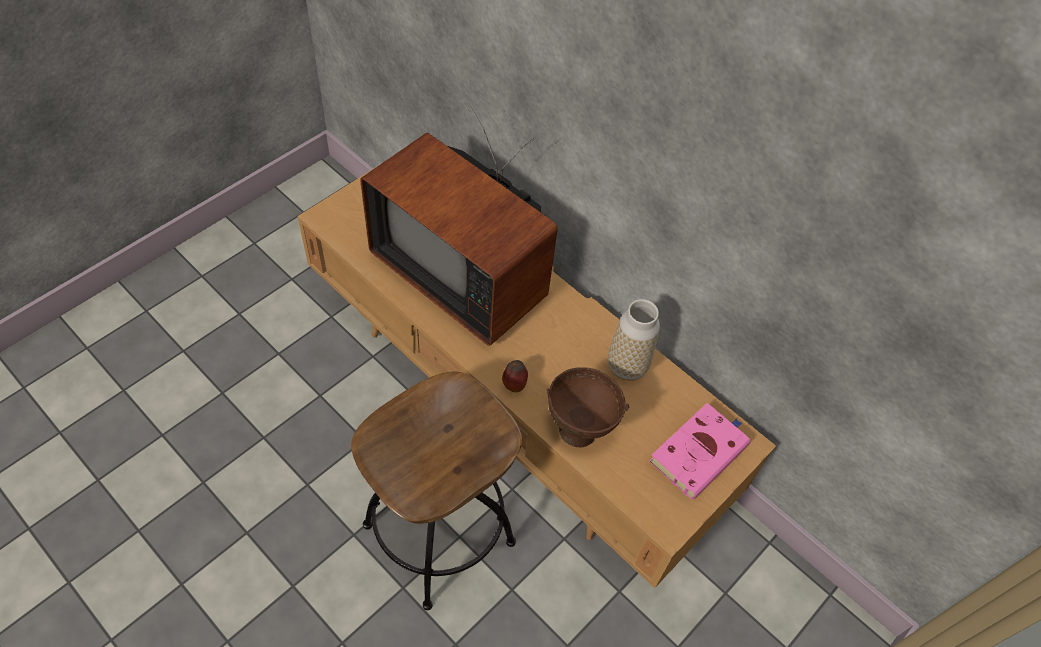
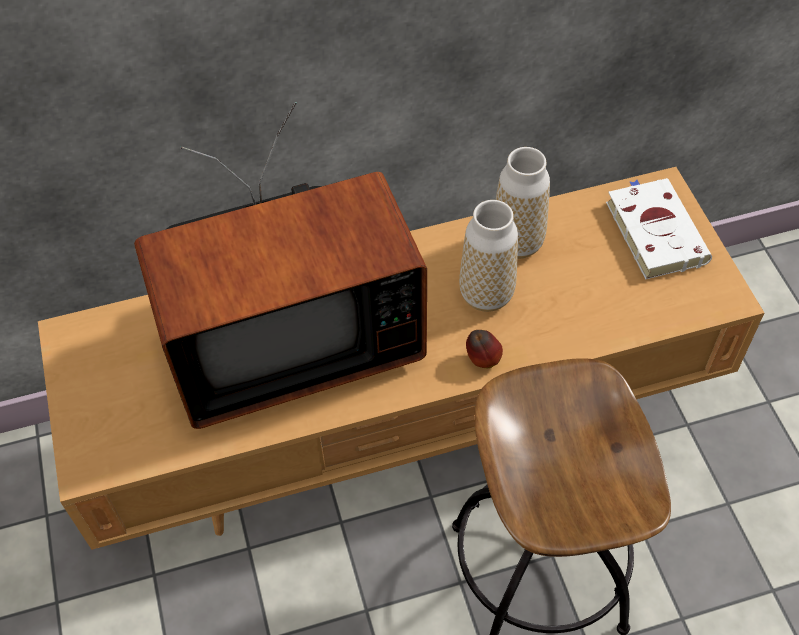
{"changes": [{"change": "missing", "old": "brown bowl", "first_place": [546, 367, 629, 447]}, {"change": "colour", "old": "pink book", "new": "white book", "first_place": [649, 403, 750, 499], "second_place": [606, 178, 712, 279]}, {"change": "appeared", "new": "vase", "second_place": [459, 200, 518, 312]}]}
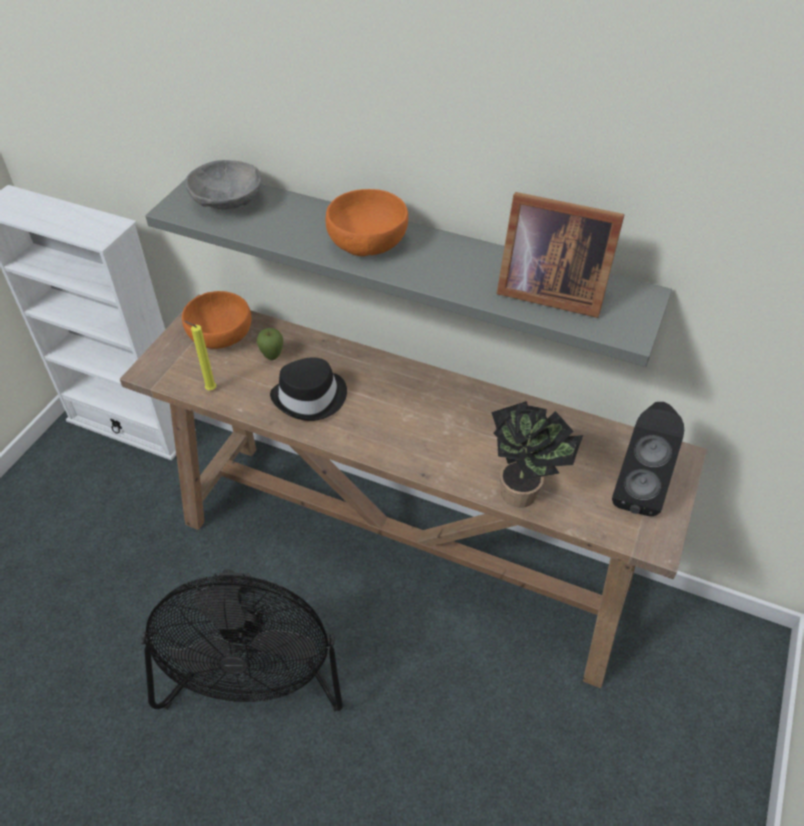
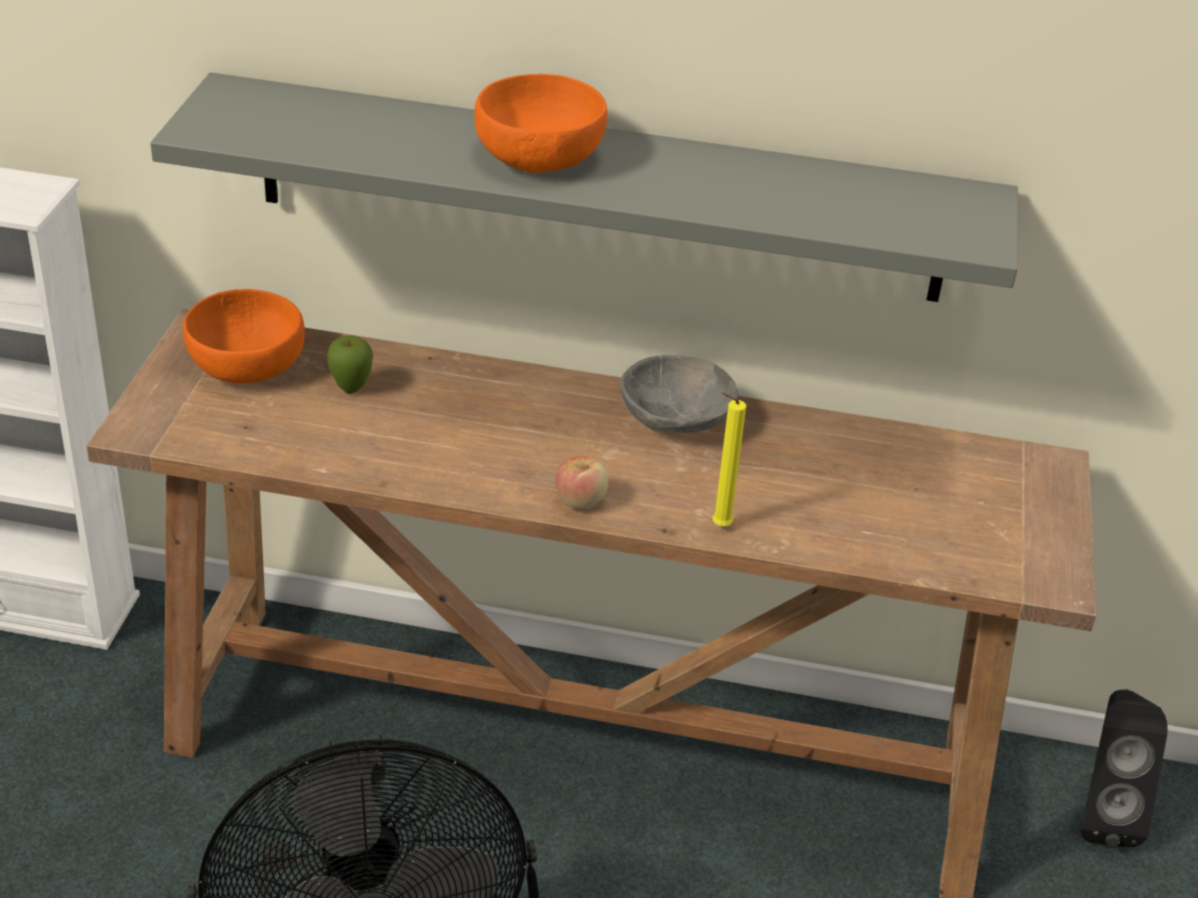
{"changes": [{"change": "relocated", "old": "grey bowl", "first_place": [185, 160, 261, 210], "second_place": [620, 355, 738, 433]}, {"change": "missing", "old": "picture frame", "first_place": [497, 192, 625, 318]}, {"change": "relocated", "old": "yellow candle", "first_place": [184, 321, 216, 391], "second_place": [712, 392, 746, 526]}, {"change": "missing", "old": "black hat", "first_place": [270, 357, 347, 421]}, {"change": "missing", "old": "potted plant", "first_place": [491, 401, 583, 508]}, {"change": "relocated", "old": "black speaker", "first_place": [612, 402, 684, 516], "second_place": [1081, 689, 1168, 847]}, {"change": "appeared", "new": "apple", "second_place": [556, 456, 608, 509]}]}
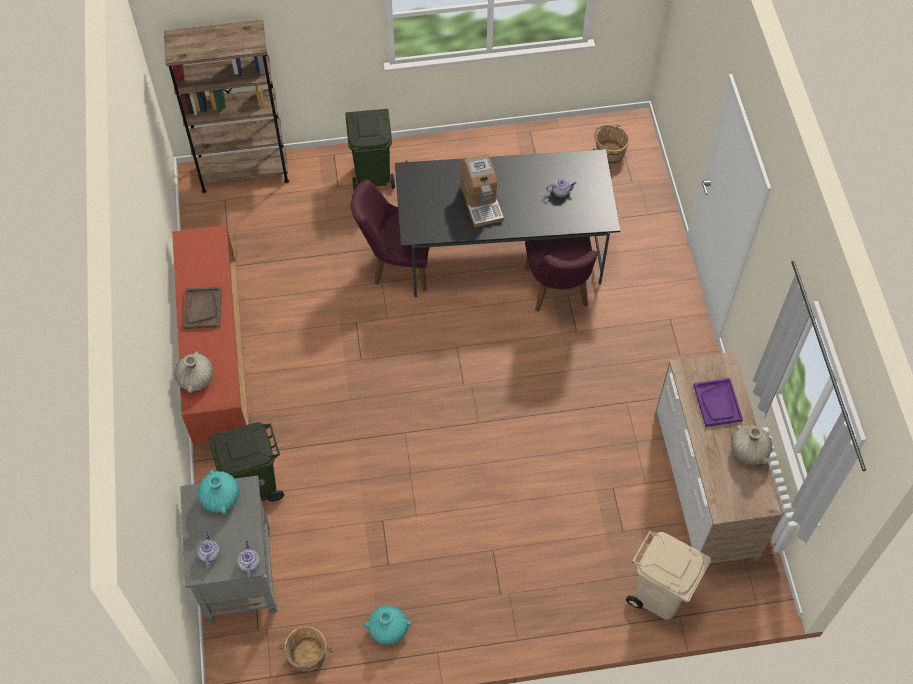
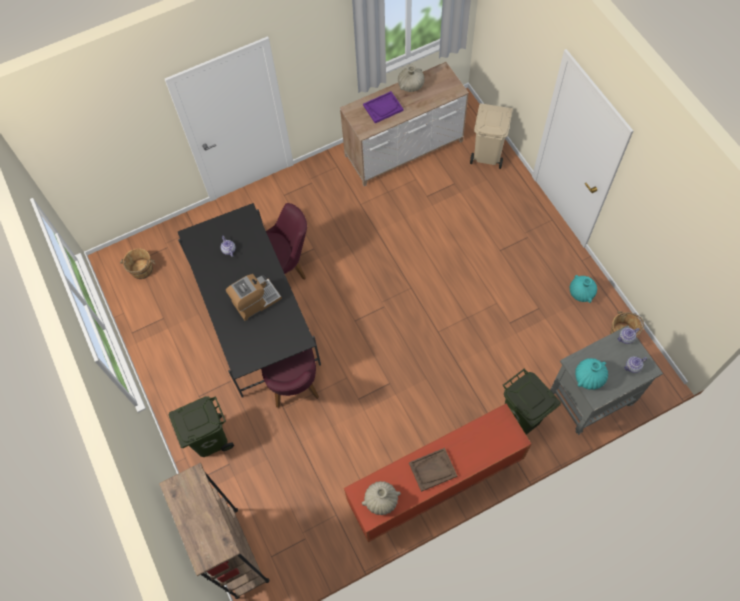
{"changes": [{"change": "relocated", "old": "beige vase", "first_place": [174, 351, 214, 393], "second_place": [362, 481, 401, 515]}]}
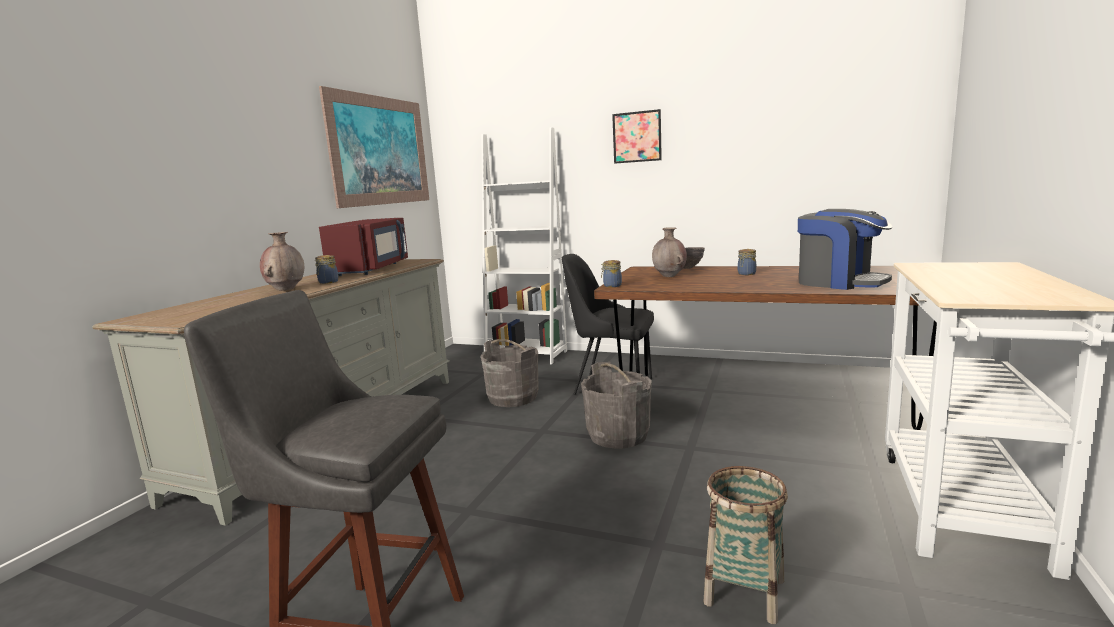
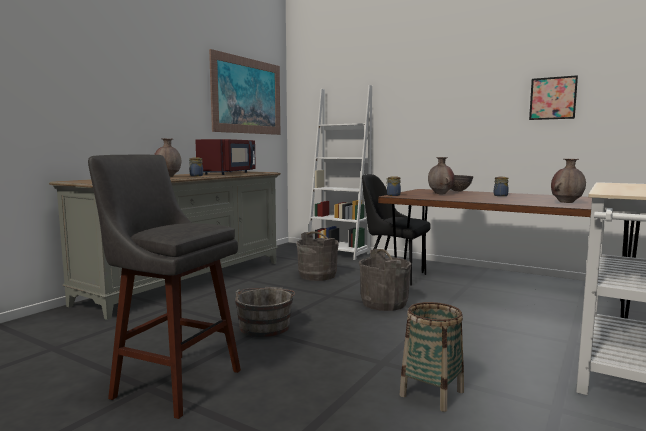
{"changes": [{"change": "relocated", "old": "picture", "first_place": [612, 109, 662, 164], "second_place": [529, 75, 578, 120]}, {"change": "exchanged", "old": "coffee machine", "new": "brown vase", "first_place": [798, 209, 892, 290], "second_place": [551, 159, 586, 203]}, {"change": "appeared", "new": "grey bucket", "second_place": [235, 287, 295, 337]}]}
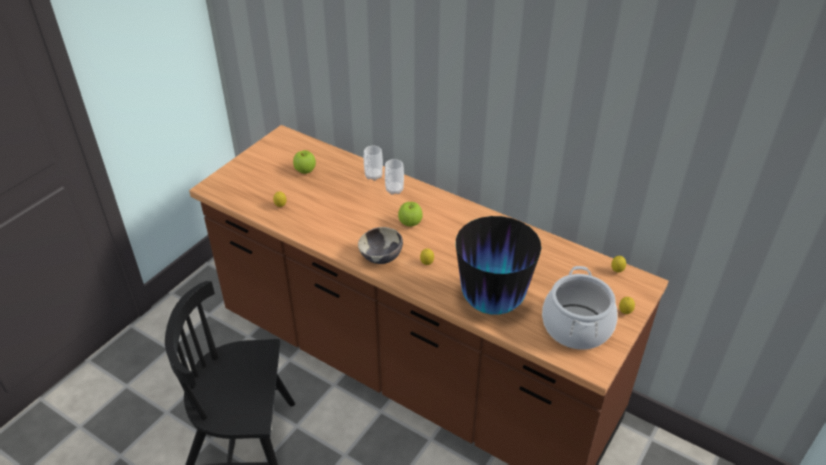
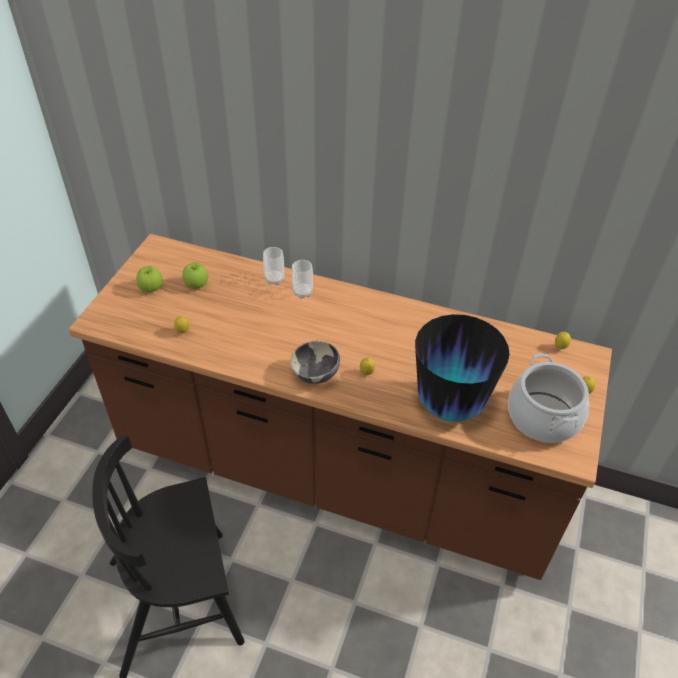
{"changes": [{"change": "relocated", "old": "apple", "first_place": [398, 202, 423, 227], "second_place": [136, 266, 163, 292]}]}
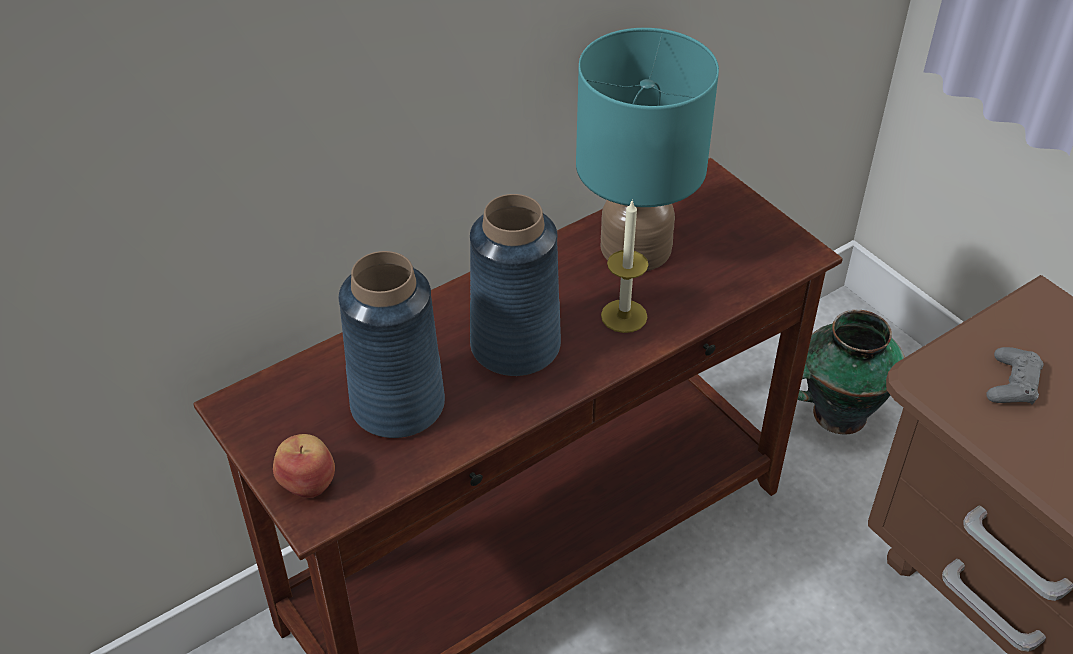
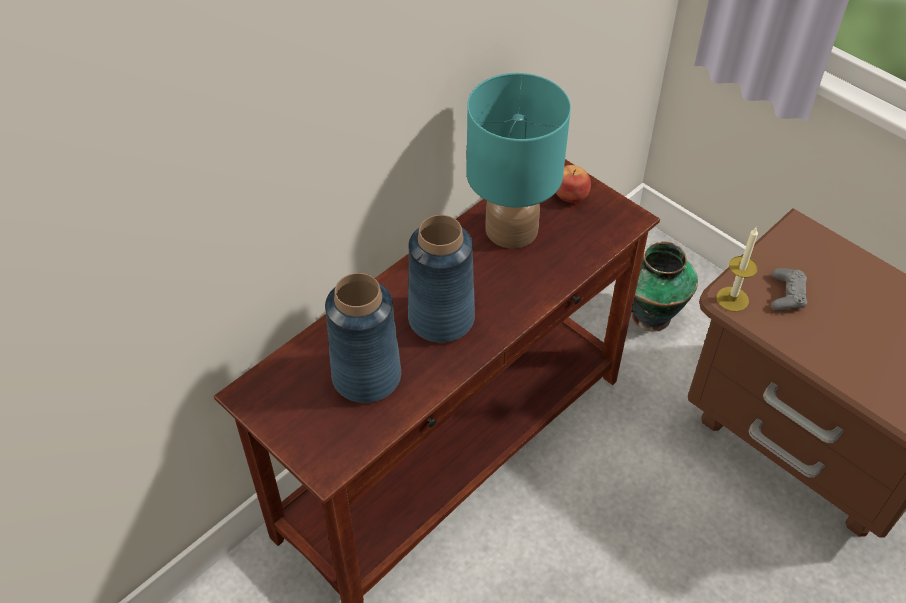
{"changes": [{"change": "relocated", "old": "candle", "first_place": [601, 199, 648, 333], "second_place": [716, 228, 758, 312]}, {"change": "relocated", "old": "apple", "first_place": [273, 434, 335, 498], "second_place": [556, 165, 591, 203]}]}
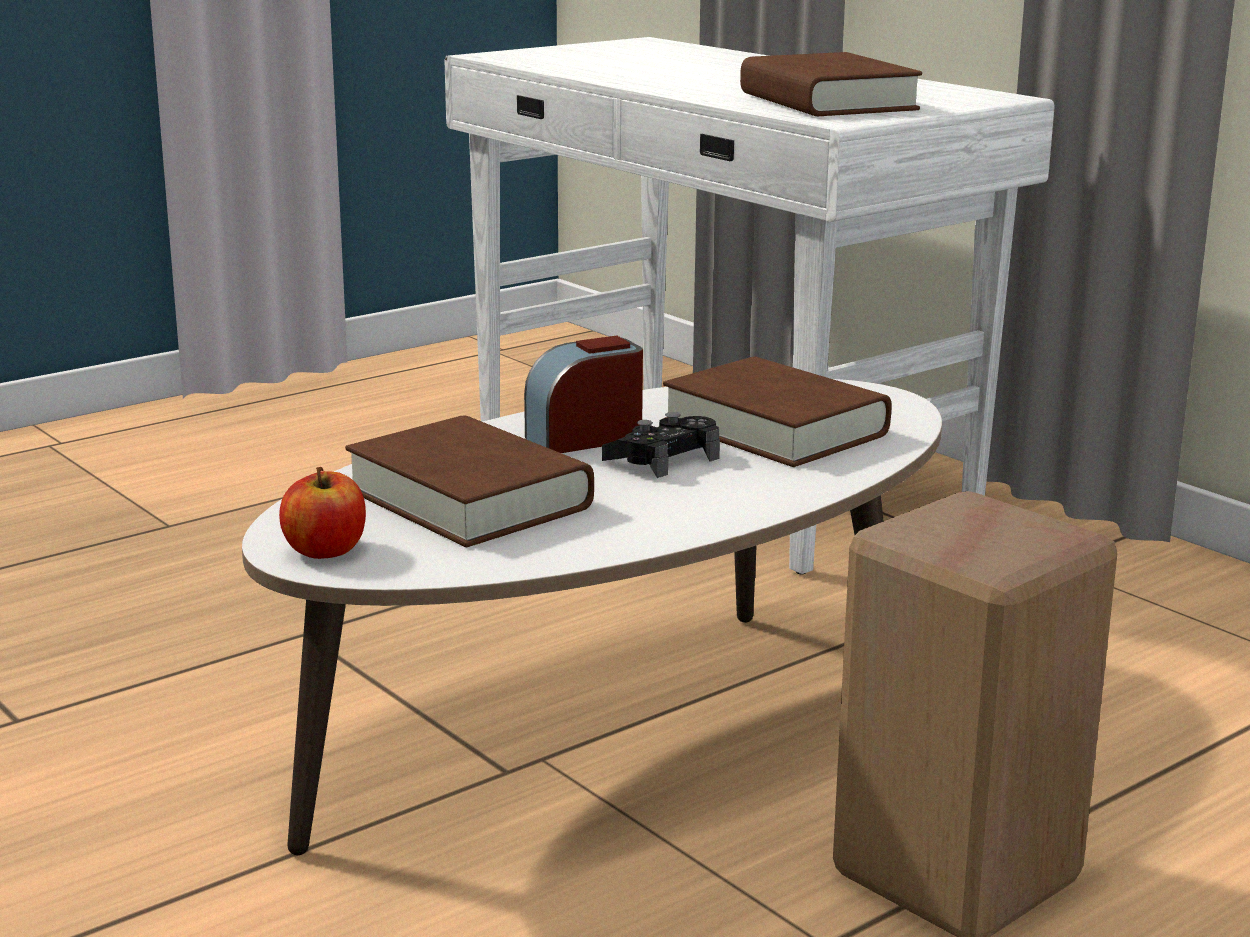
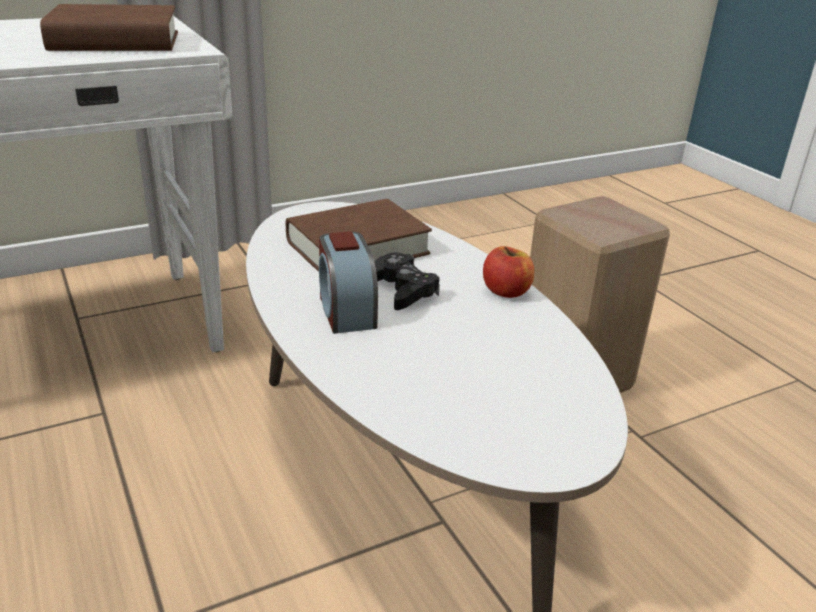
{"changes": [{"change": "missing", "old": "brown book", "first_place": [345, 415, 594, 547]}, {"change": "relocated", "old": "apple", "first_place": [279, 467, 366, 559], "second_place": [483, 246, 534, 298]}]}
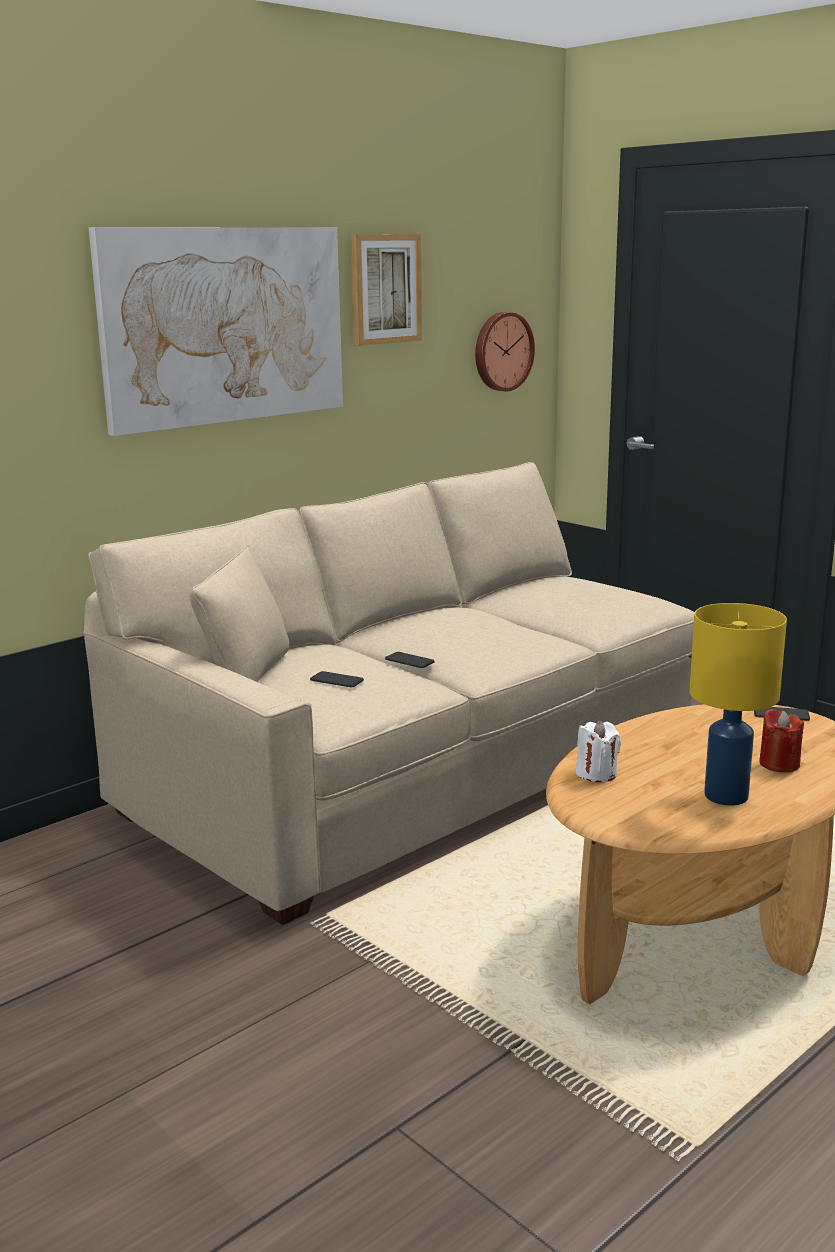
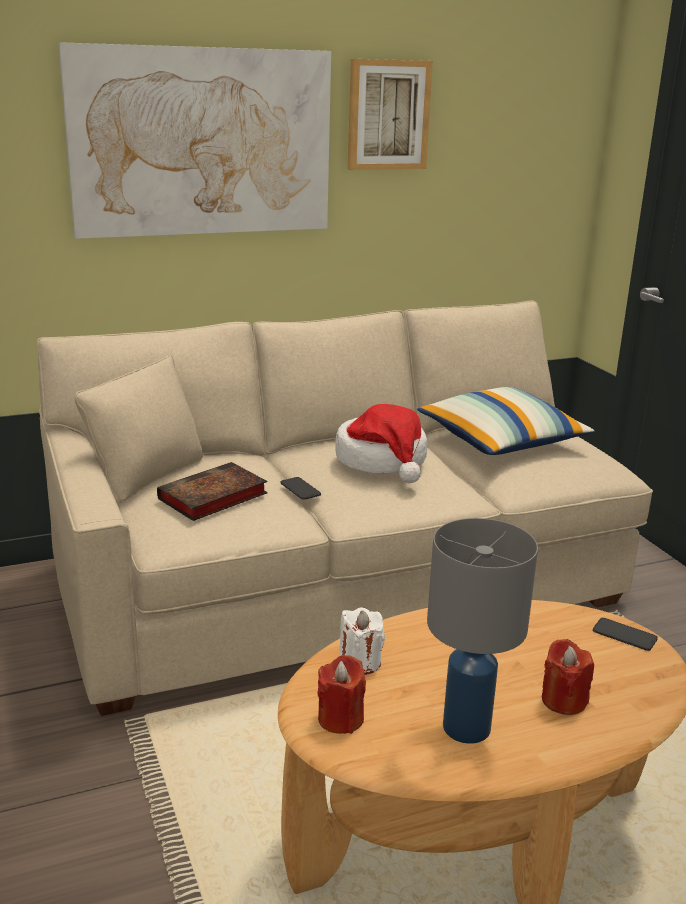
{"changes": [{"change": "missing", "old": "wall clock", "first_place": [475, 312, 535, 391]}, {"change": "colour", "old": "yellow table lamp", "new": "grey table lamp", "first_place": [689, 603, 787, 806], "second_place": [427, 518, 538, 744]}, {"change": "exchanged", "old": "phone", "new": "book", "first_place": [310, 671, 364, 687], "second_place": [157, 462, 268, 521]}, {"change": "appeared", "new": "pillow", "second_place": [417, 387, 594, 455]}, {"change": "appeared", "new": "hat", "second_place": [335, 404, 427, 483]}, {"change": "appeared", "new": "red candle", "second_place": [317, 655, 366, 734]}]}
